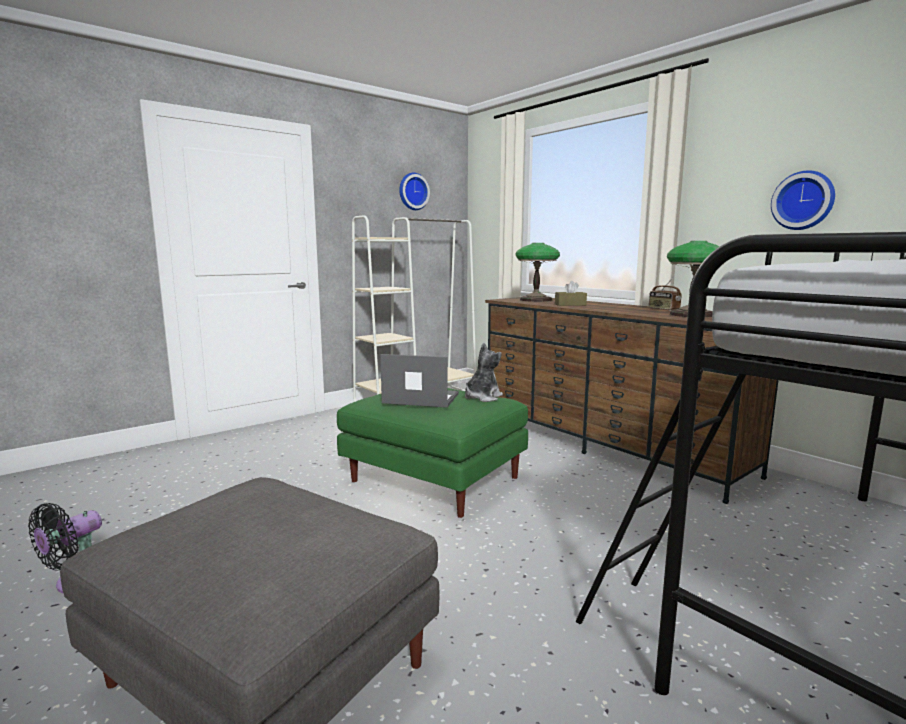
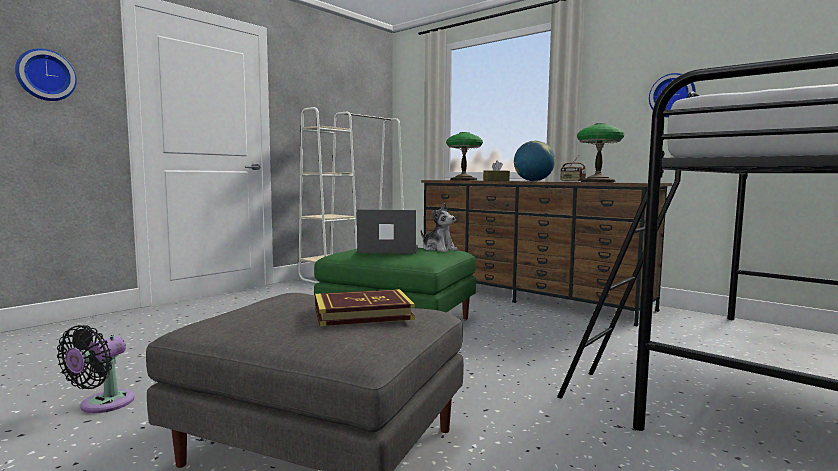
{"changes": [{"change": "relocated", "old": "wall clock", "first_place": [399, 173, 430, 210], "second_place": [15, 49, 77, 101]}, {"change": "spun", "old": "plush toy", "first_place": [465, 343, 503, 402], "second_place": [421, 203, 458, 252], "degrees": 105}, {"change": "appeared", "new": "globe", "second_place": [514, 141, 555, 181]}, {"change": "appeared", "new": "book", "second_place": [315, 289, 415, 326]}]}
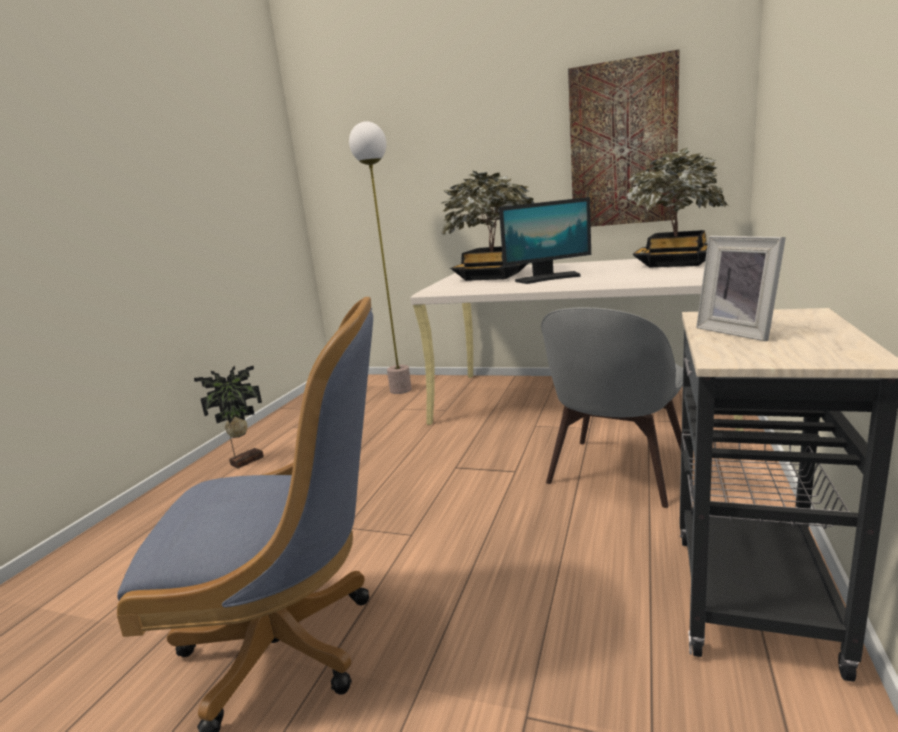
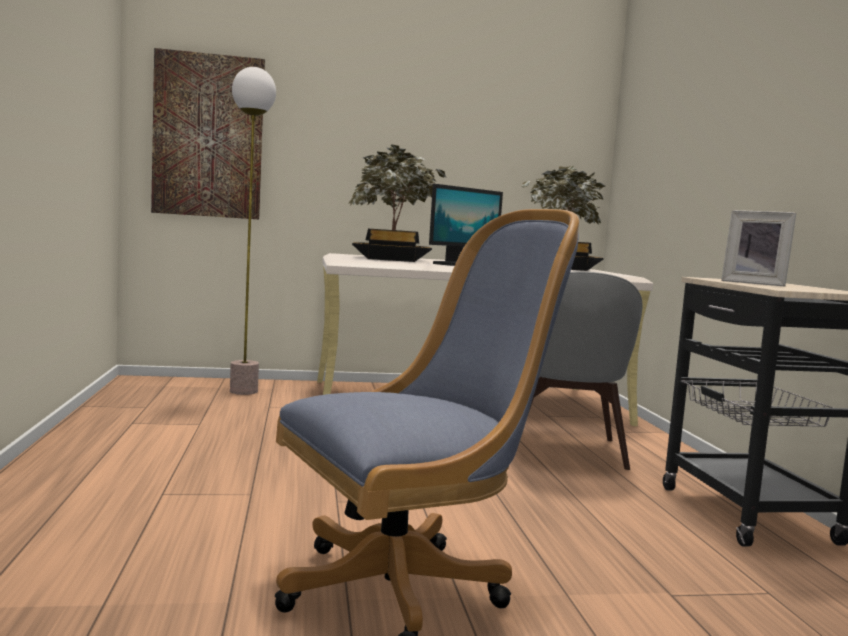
{"changes": [{"change": "relocated", "old": "picture", "first_place": [568, 49, 680, 227], "second_place": [151, 48, 265, 219]}, {"change": "missing", "old": "potted plant", "first_place": [194, 366, 264, 468]}]}
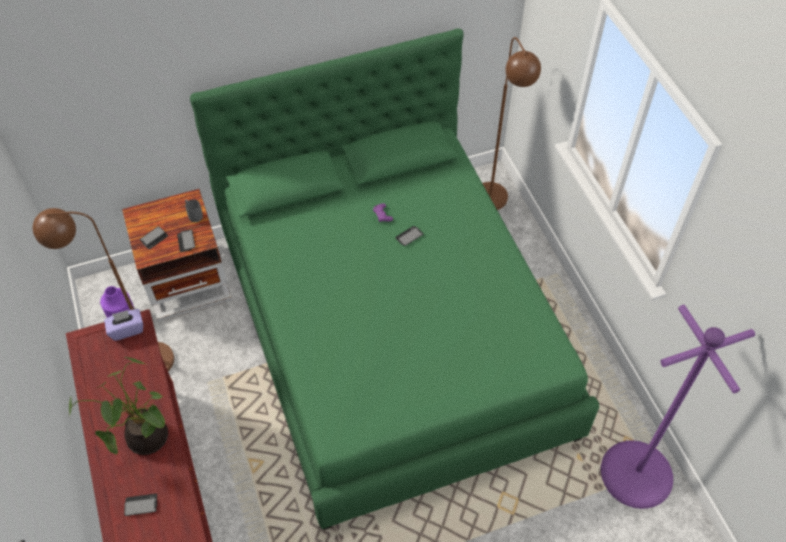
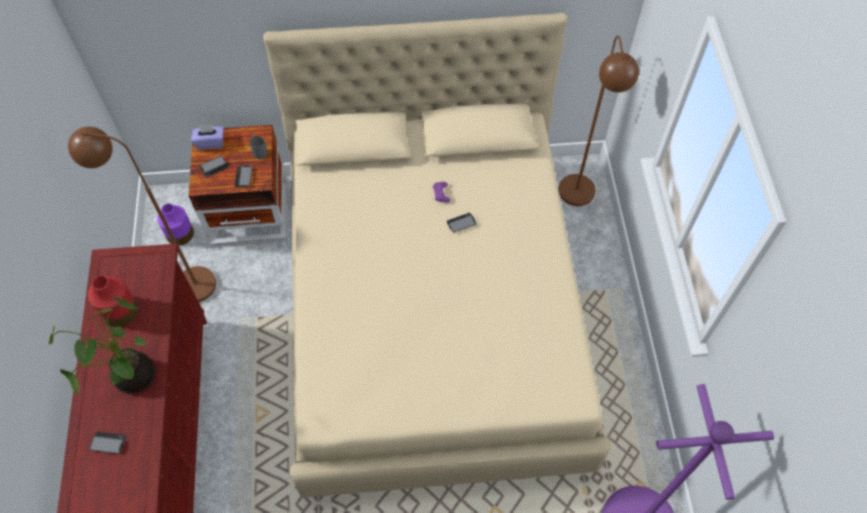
{"changes": [{"change": "colour", "old": "green bed", "new": "beige bed", "first_place": [190, 28, 599, 530], "second_place": [263, 13, 611, 498]}, {"change": "relocated", "old": "purple tissue box", "first_place": [104, 309, 143, 341], "second_place": [191, 125, 224, 150]}, {"change": "appeared", "new": "red vase", "second_place": [88, 276, 138, 327]}]}
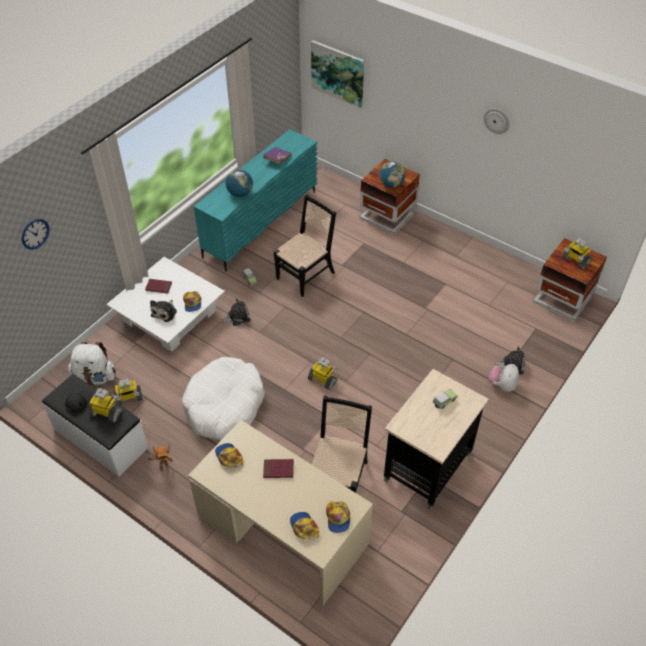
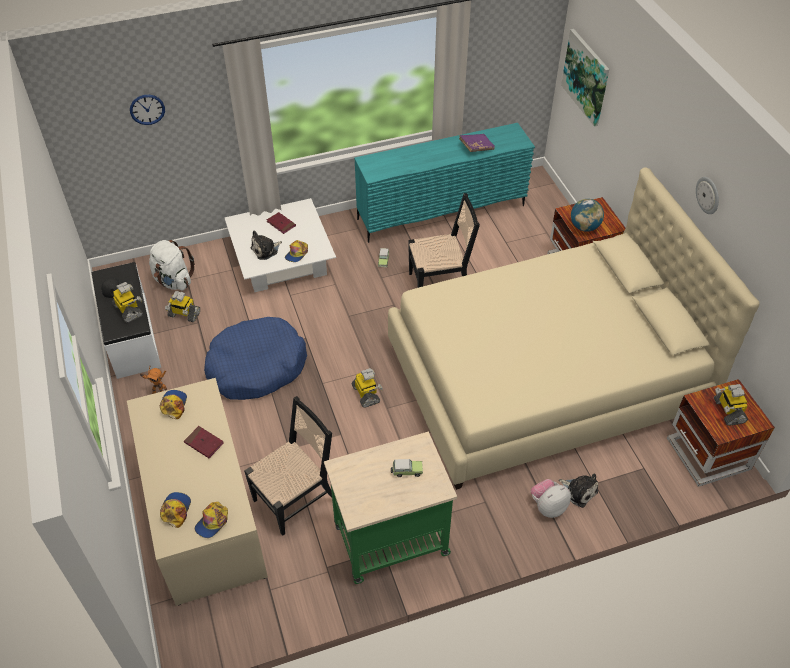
{"changes": [{"change": "missing", "old": "globe", "first_place": [226, 169, 253, 197]}, {"change": "missing", "old": "plush toy", "first_place": [222, 299, 251, 326]}, {"change": "colour", "old": "white dog bed", "new": "blue dog bed", "first_place": [182, 357, 265, 440], "second_place": [204, 317, 307, 400]}, {"change": "colour", "old": "black cart", "new": "green cart", "first_place": [384, 369, 489, 510], "second_place": [324, 431, 457, 584]}, {"change": "appeared", "new": "beige bed", "second_place": [388, 168, 760, 490]}]}
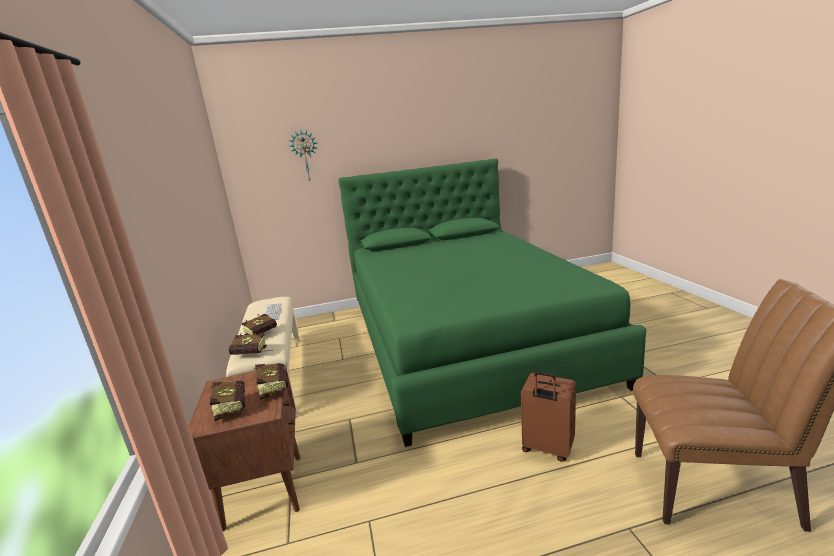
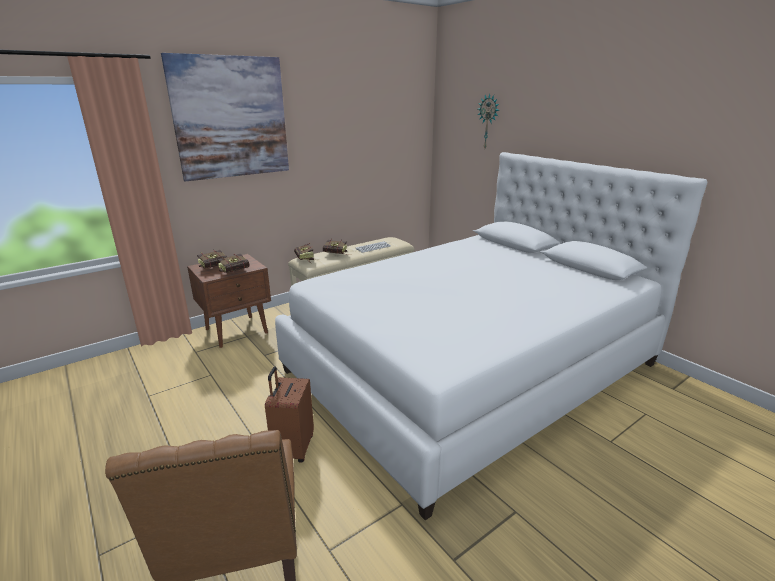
{"changes": [{"change": "colour", "old": "green bed", "new": "white bed", "first_place": [338, 159, 647, 447], "second_place": [275, 152, 708, 520]}, {"change": "appeared", "new": "picture", "second_place": [161, 53, 289, 182]}]}
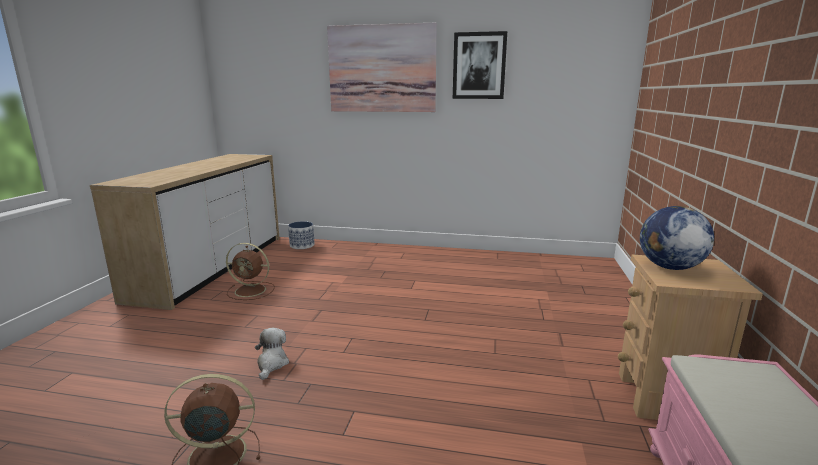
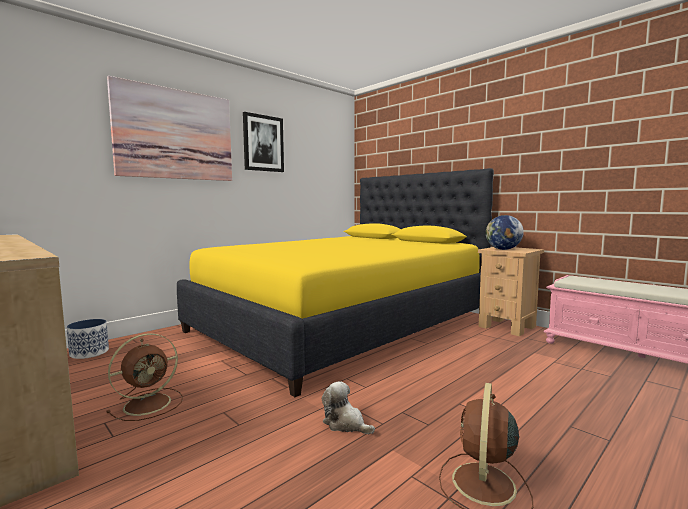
{"changes": [{"change": "appeared", "new": "yellow bed", "second_place": [177, 168, 494, 397]}]}
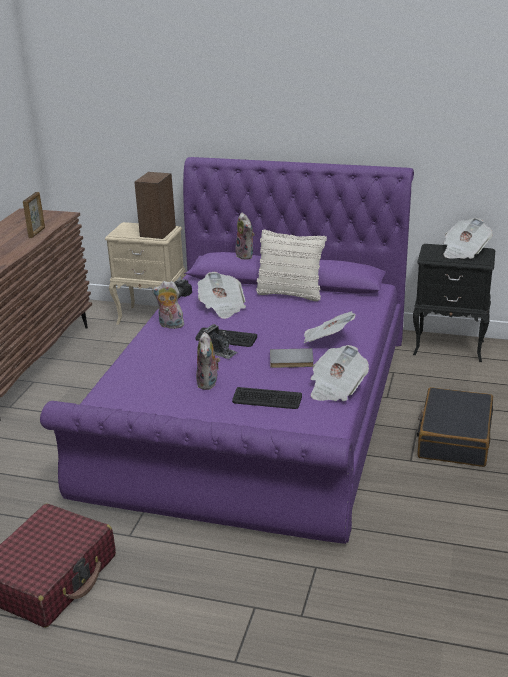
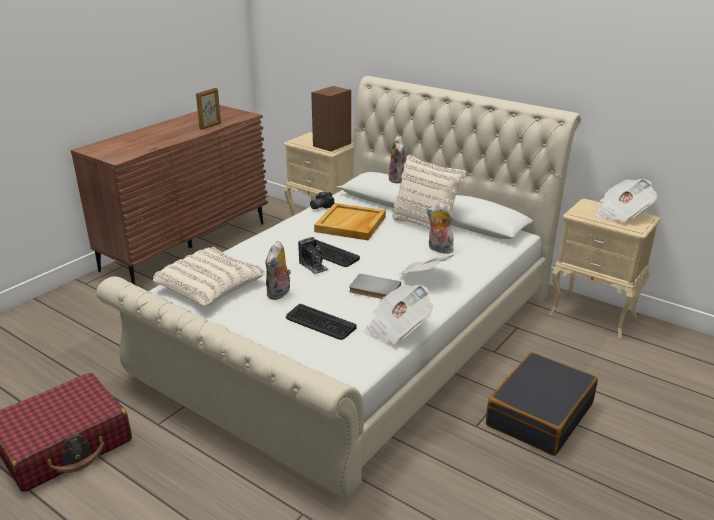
{"changes": [{"change": "colour", "old": "purple bed", "new": "beige bed", "first_place": [40, 157, 414, 544], "second_place": [96, 76, 581, 498]}, {"change": "colour", "old": "black nightstand", "new": "beige nightstand", "first_place": [413, 244, 495, 362], "second_place": [549, 199, 661, 339]}, {"change": "exchanged", "old": "newspaper", "new": "beige tray", "first_place": [198, 272, 246, 319], "second_place": [314, 203, 386, 240]}, {"change": "relocated", "old": "plush toy", "first_place": [152, 281, 184, 329], "second_place": [427, 202, 456, 254]}, {"change": "appeared", "new": "beige pillow", "second_place": [153, 247, 265, 307]}]}
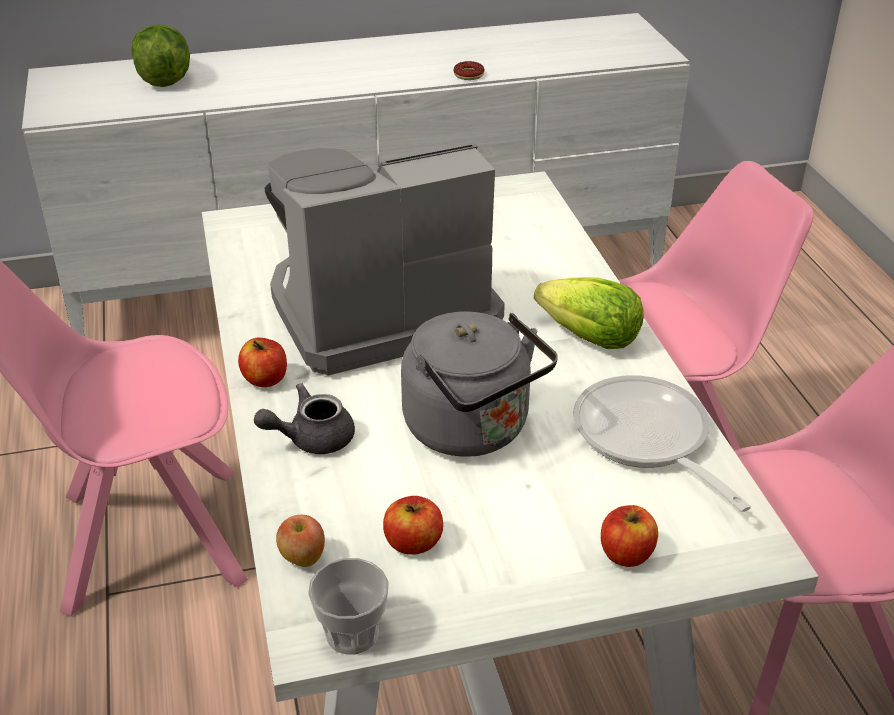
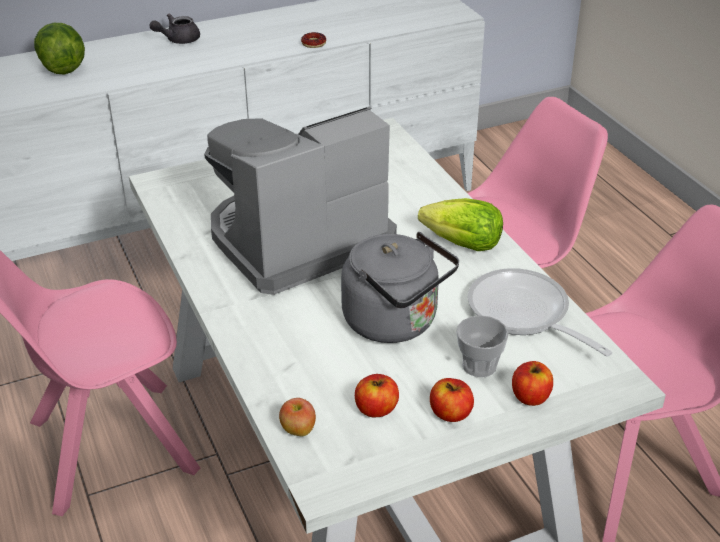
{"changes": [{"change": "relocated", "old": "apple", "first_place": [238, 338, 287, 387], "second_place": [430, 378, 474, 422]}, {"change": "relocated", "old": "grey teapot", "first_place": [254, 383, 355, 454], "second_place": [150, 13, 200, 44]}, {"change": "relocated", "old": "cup", "first_place": [308, 558, 389, 655], "second_place": [457, 315, 509, 377]}]}
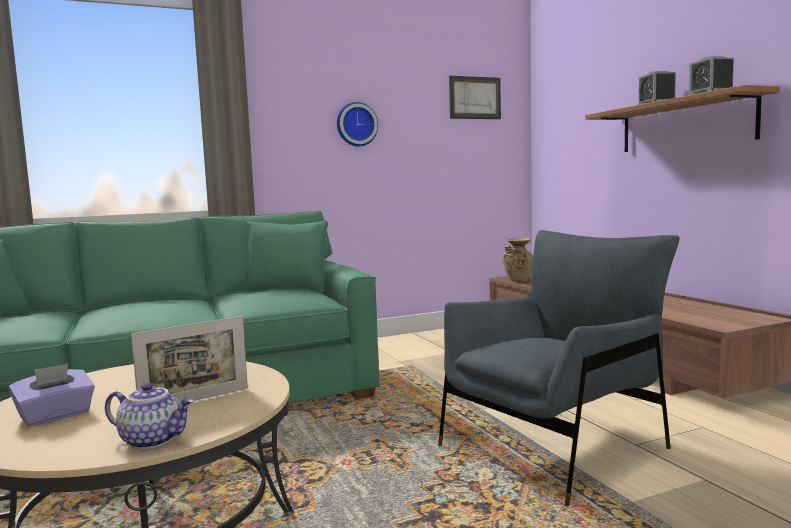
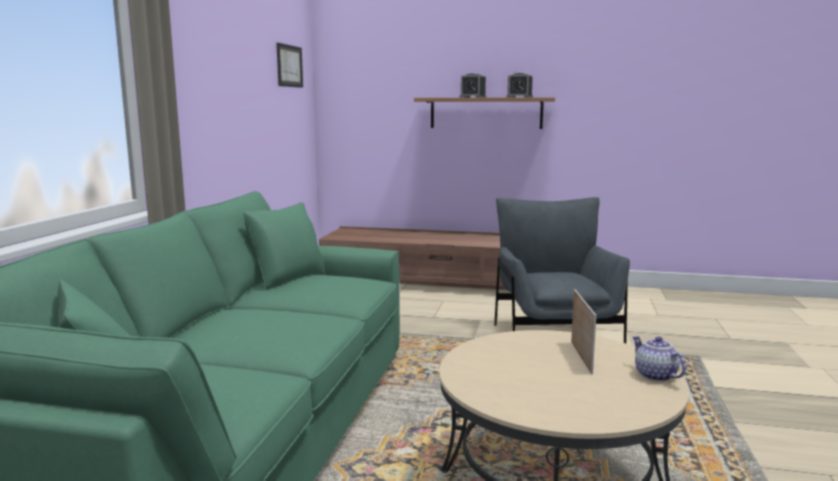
{"changes": [{"change": "missing", "old": "wall clock", "first_place": [337, 102, 378, 146]}, {"change": "missing", "old": "beige vase", "first_place": [502, 238, 533, 282]}, {"change": "missing", "old": "purple tissue box", "first_place": [8, 363, 95, 427]}, {"change": "spun", "old": "teapot", "first_place": [105, 382, 194, 449], "second_place": [632, 336, 687, 382], "degrees": -75}]}
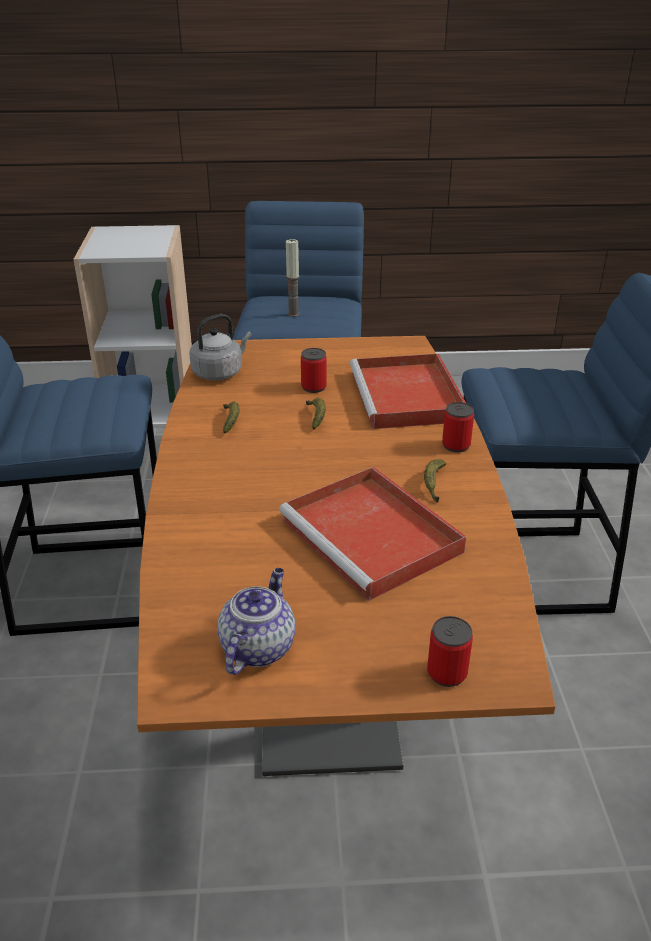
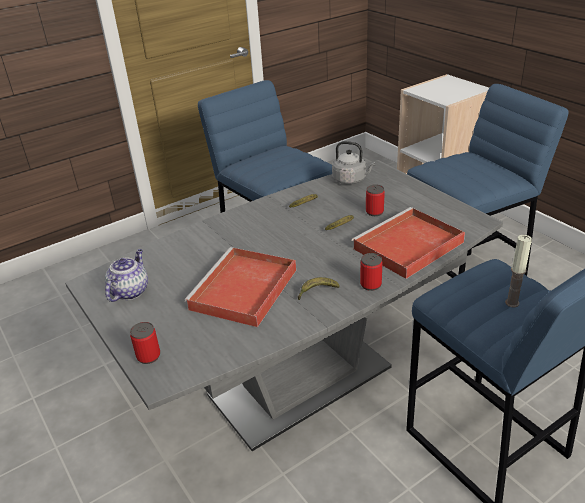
{"changes": [{"change": "relocated", "old": "candle", "first_place": [286, 239, 300, 317], "second_place": [505, 235, 532, 308]}, {"change": "colour", "old": "orange dining table", "new": "grey dining table", "first_place": [137, 336, 556, 776], "second_place": [65, 160, 503, 451]}, {"change": "spun", "old": "teapot", "first_place": [217, 568, 295, 675], "second_place": [105, 249, 148, 302], "degrees": -60}]}
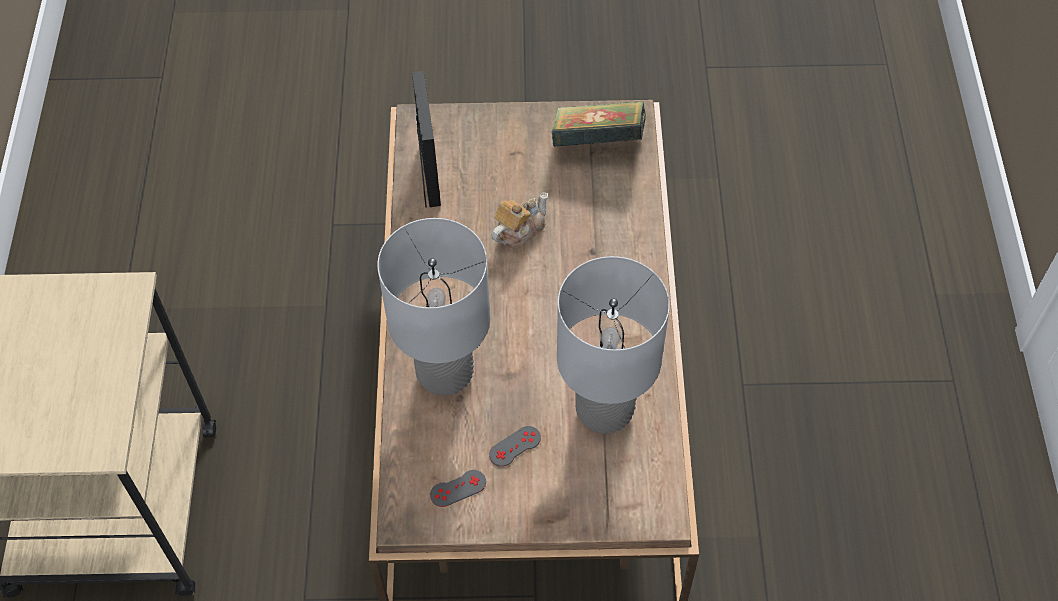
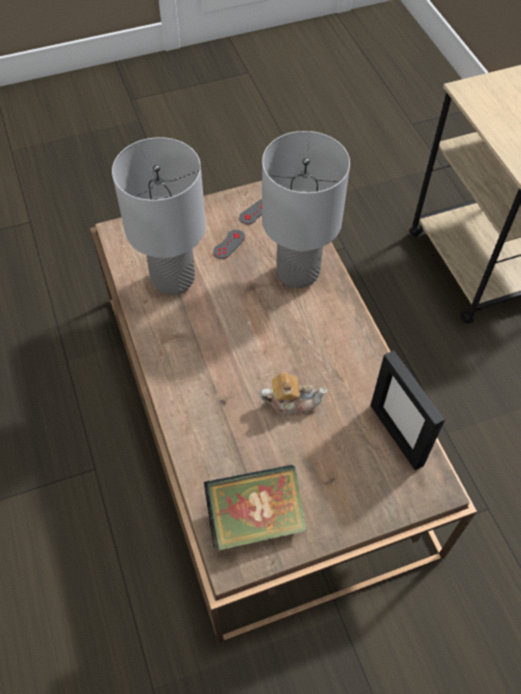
{"changes": [{"change": "spun", "old": "teapot", "first_place": [491, 192, 548, 249], "second_place": [260, 372, 327, 416], "degrees": -120}]}
